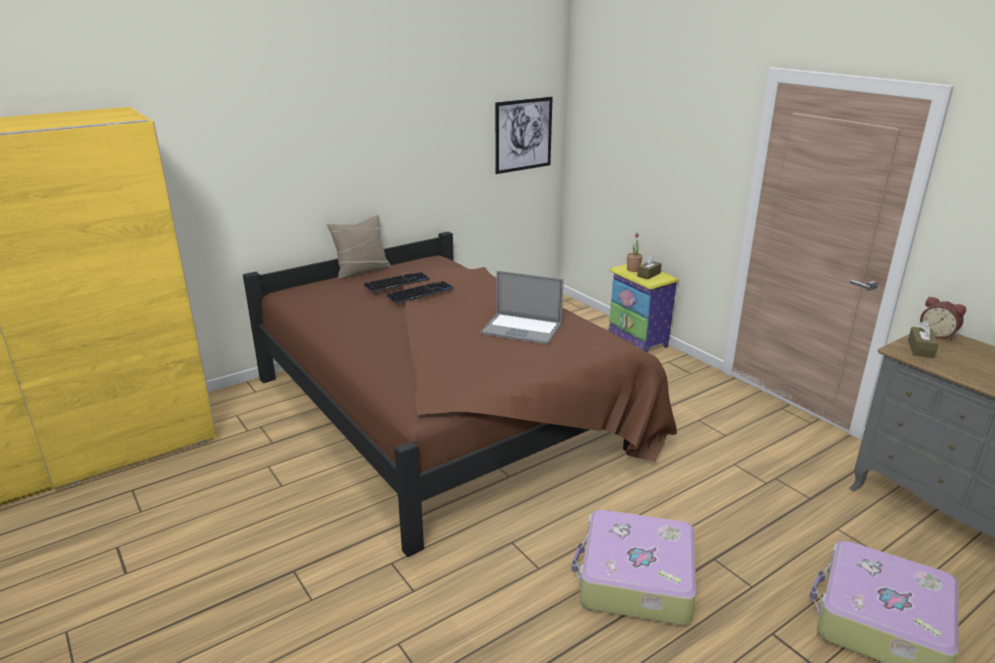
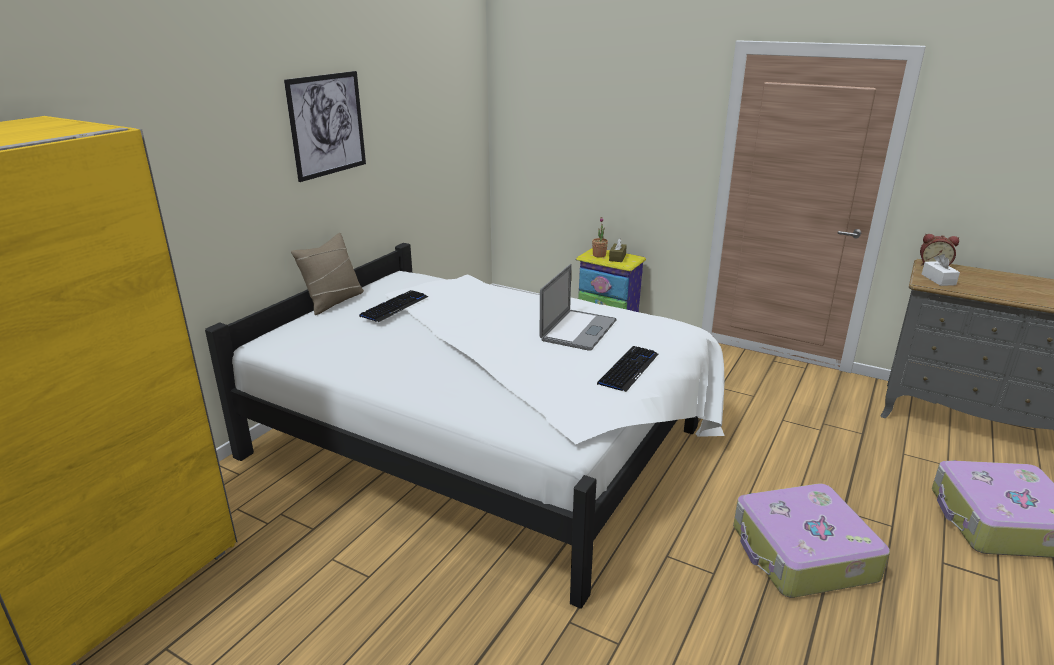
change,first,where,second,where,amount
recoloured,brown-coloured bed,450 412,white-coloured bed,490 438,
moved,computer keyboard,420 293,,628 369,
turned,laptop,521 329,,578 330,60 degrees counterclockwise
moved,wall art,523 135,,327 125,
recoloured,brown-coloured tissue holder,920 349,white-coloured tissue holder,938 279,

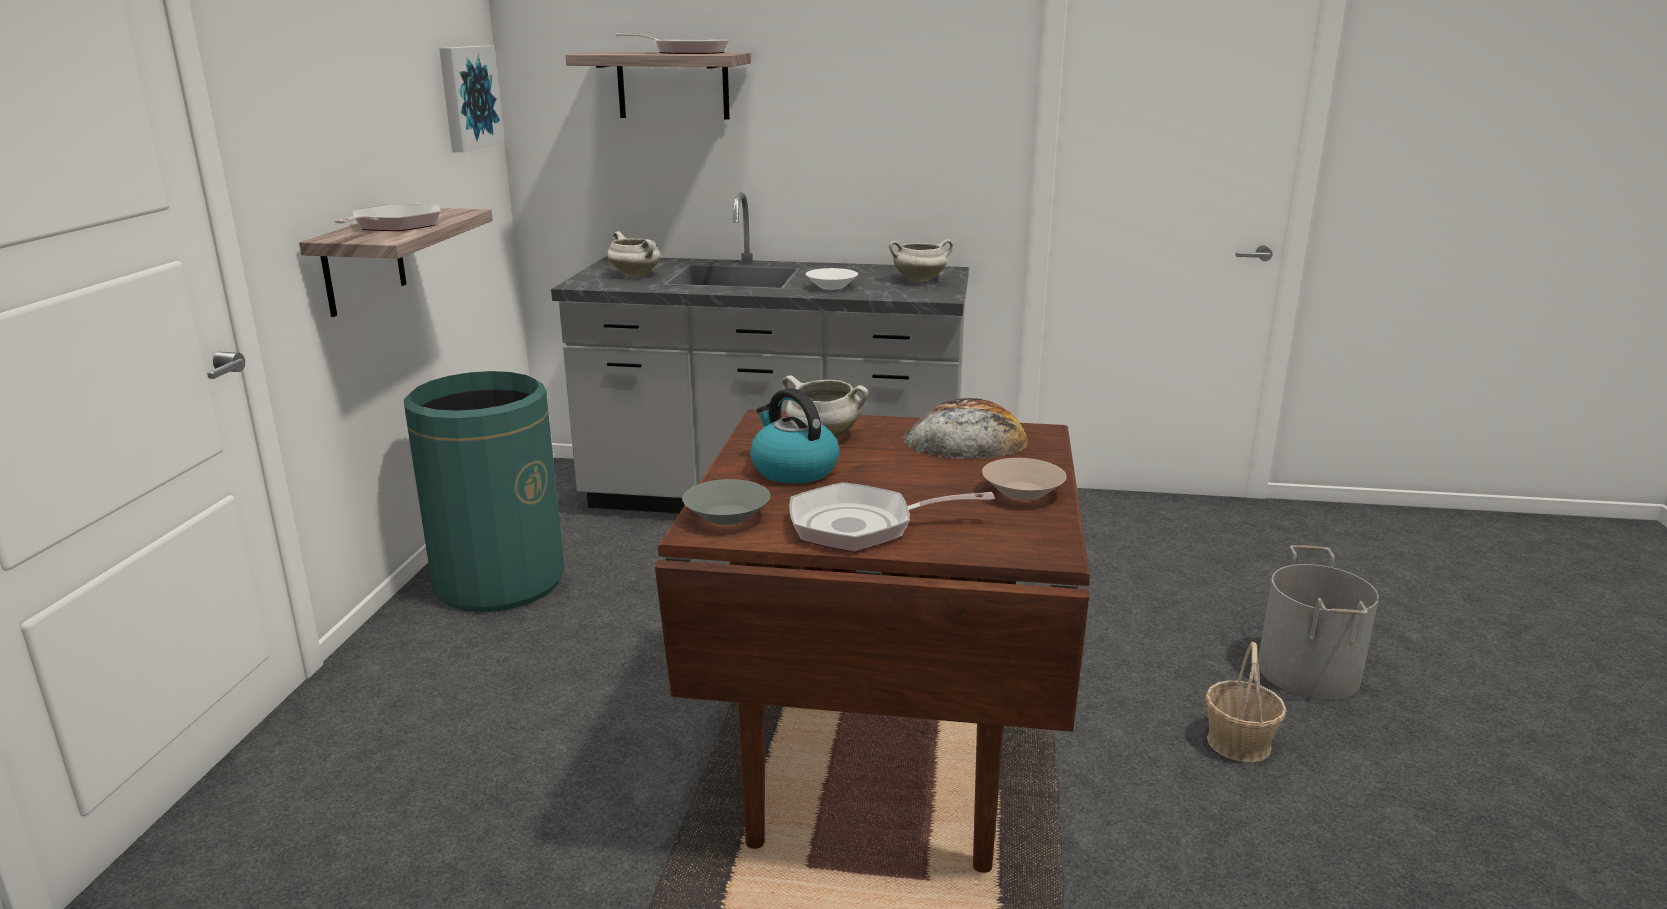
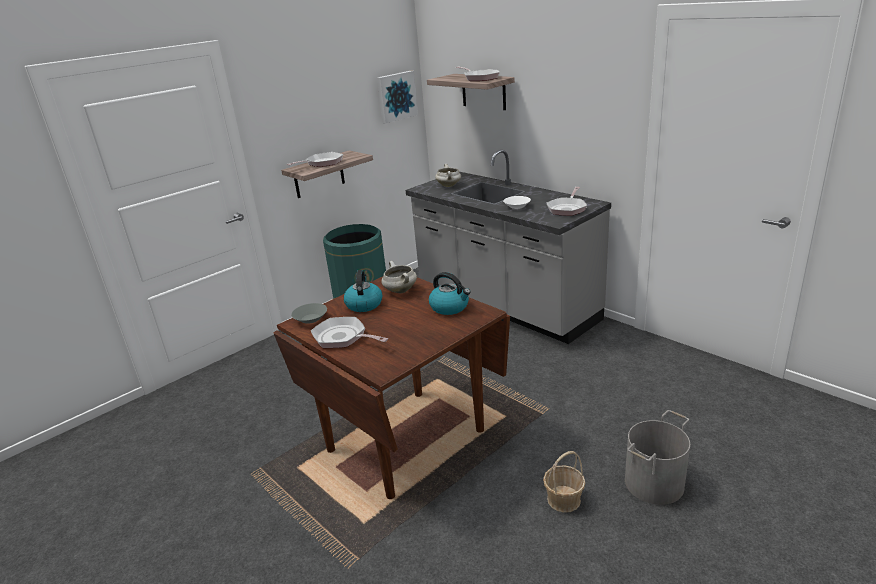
change,first,where,second,where,amount
replaced,white-coloured saucepot,920 280,frying pan,567 208,
replaced,bread,966 438,tea kettle,450 307,
removed,beige deep dish,1021 493,,,

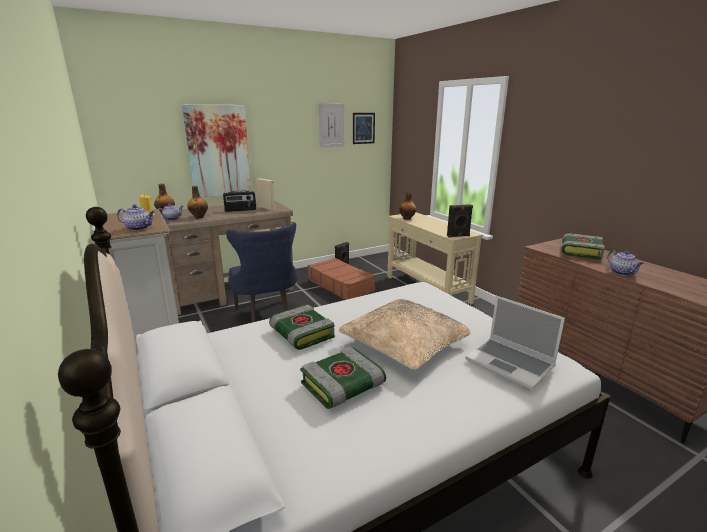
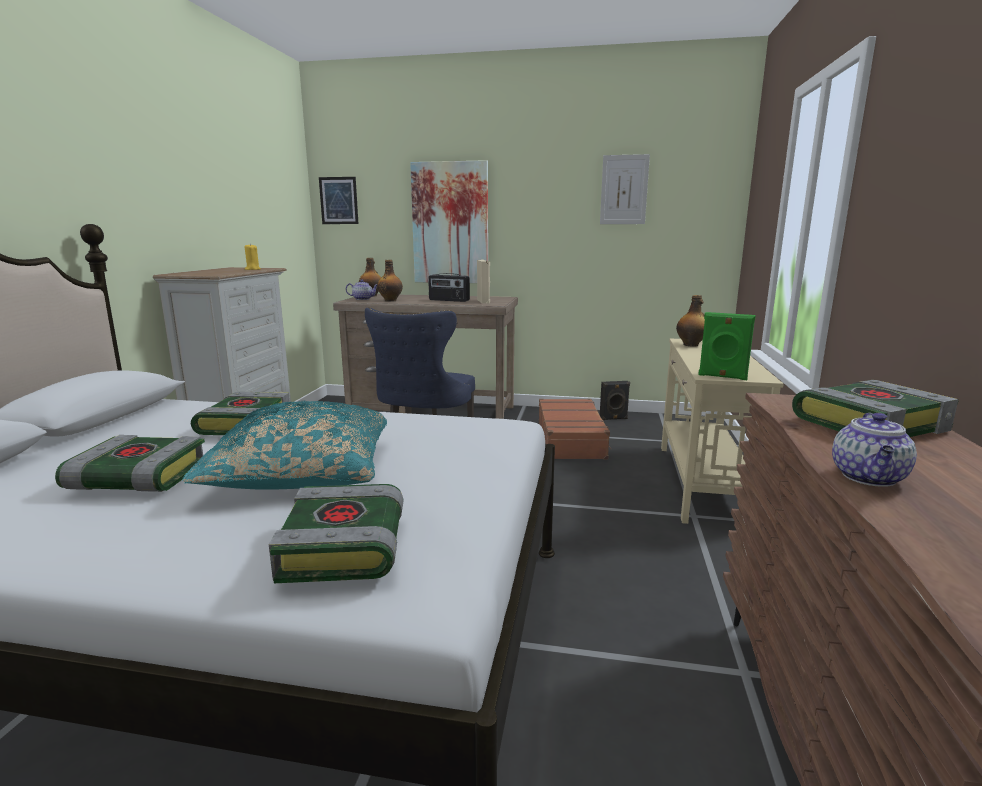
change,first,where,second,where,amount
removed,tea pot,139 228,,,
recoloured,beige cushion,404 344,blue-green cushion,302 470,
moved,wall art,363 128,,338 200,
recoloured,blackish audio speaker,458 236,green-coloured audio speaker,722 376,
replaced,laptop,511 364,book,346 547,

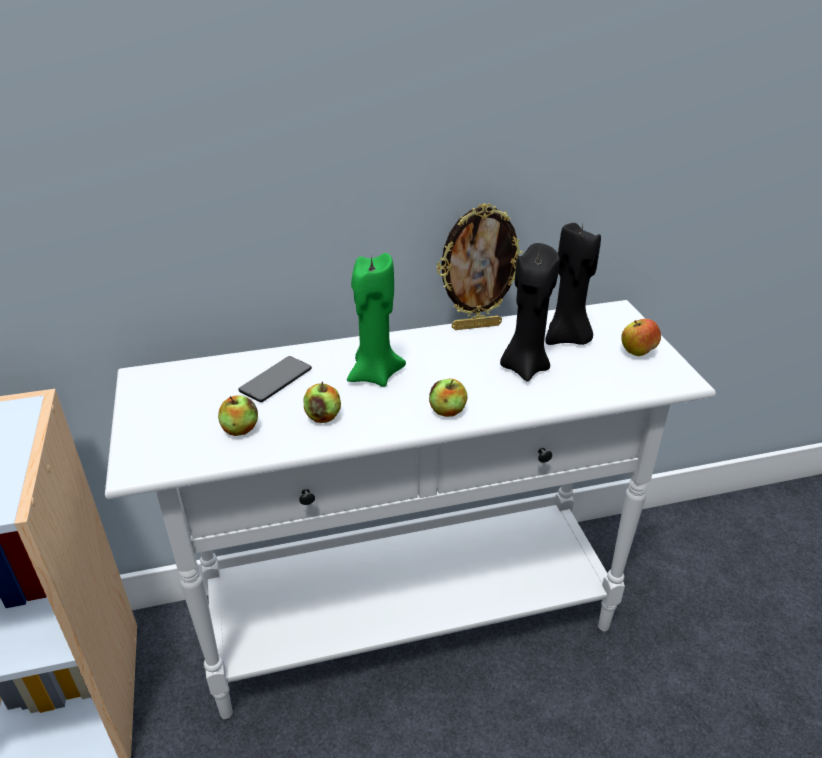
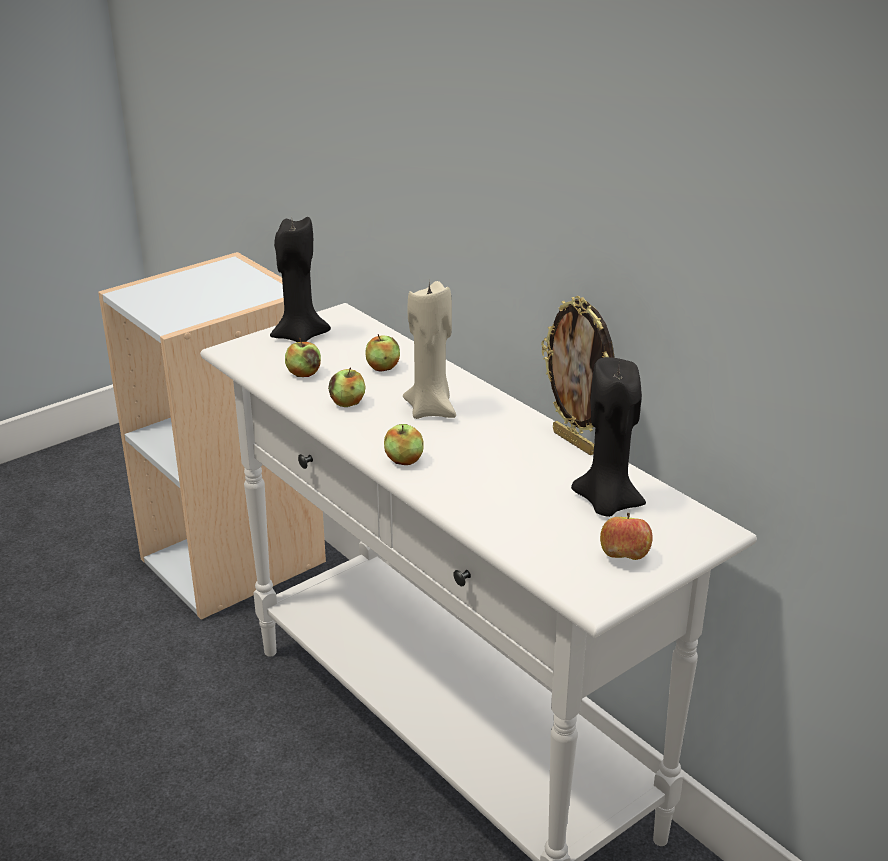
change,first,where,second,where,amount
replaced,phone,276 380,apple,382 367,
recoloured,green-coloured candle,374 375,beige candle,431 409,
moved,blackish candle,524 367,,299 336,

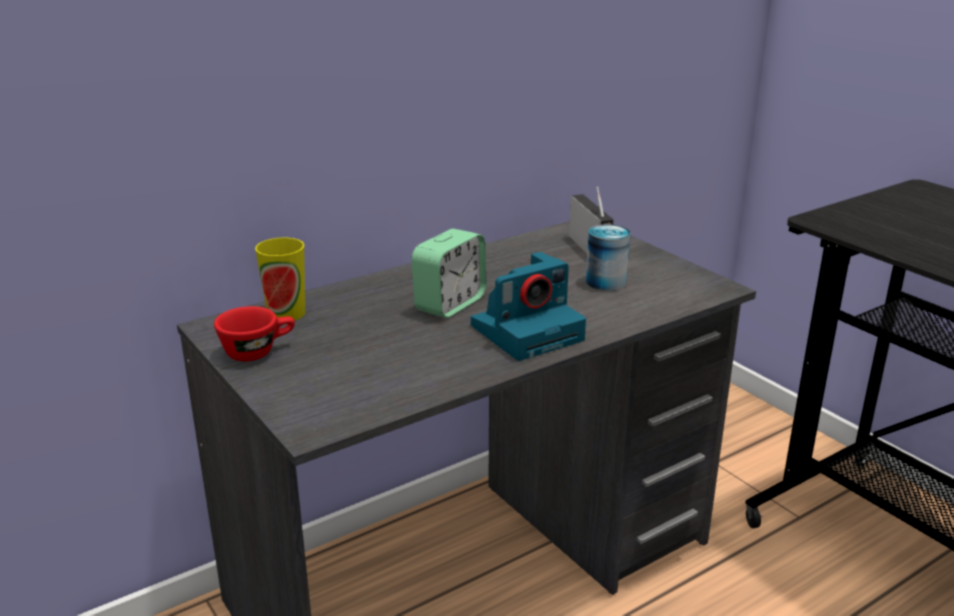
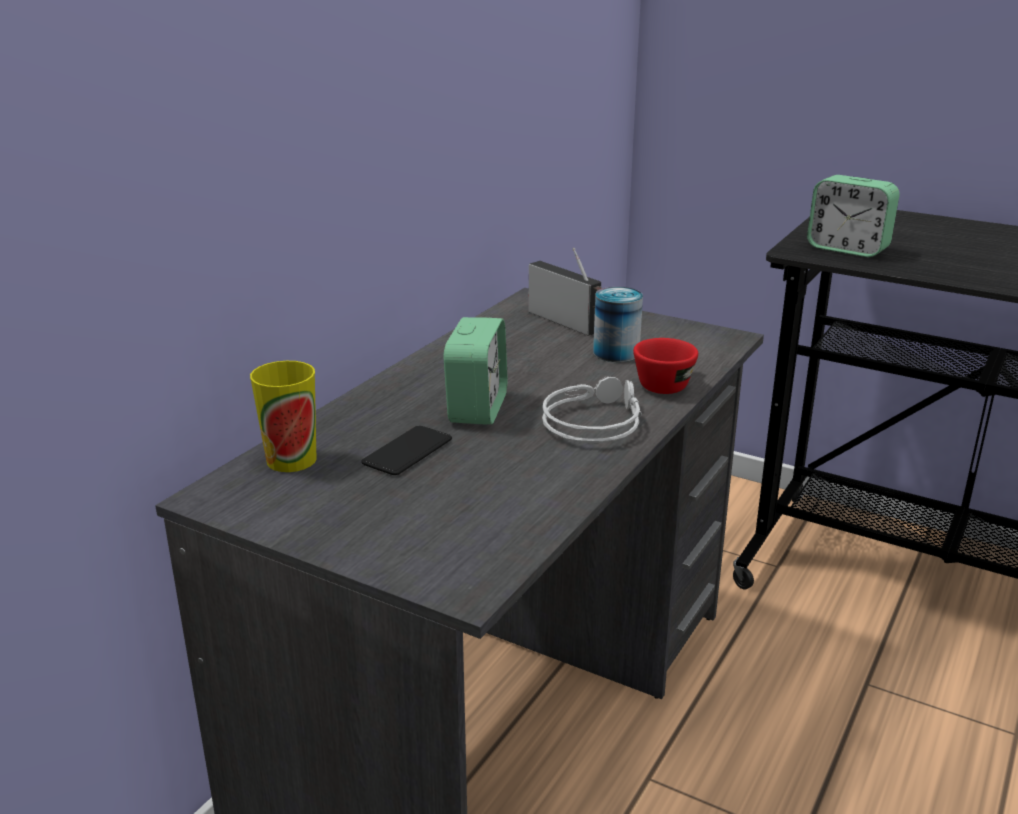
change,first,where,second,where,amount
moved,red small cup,258 351,,667 383,
replaced,photo camera,528 331,greyish headphones,592 420,
added,,,phone,407 452,
added,,,bedside clock,847 249,

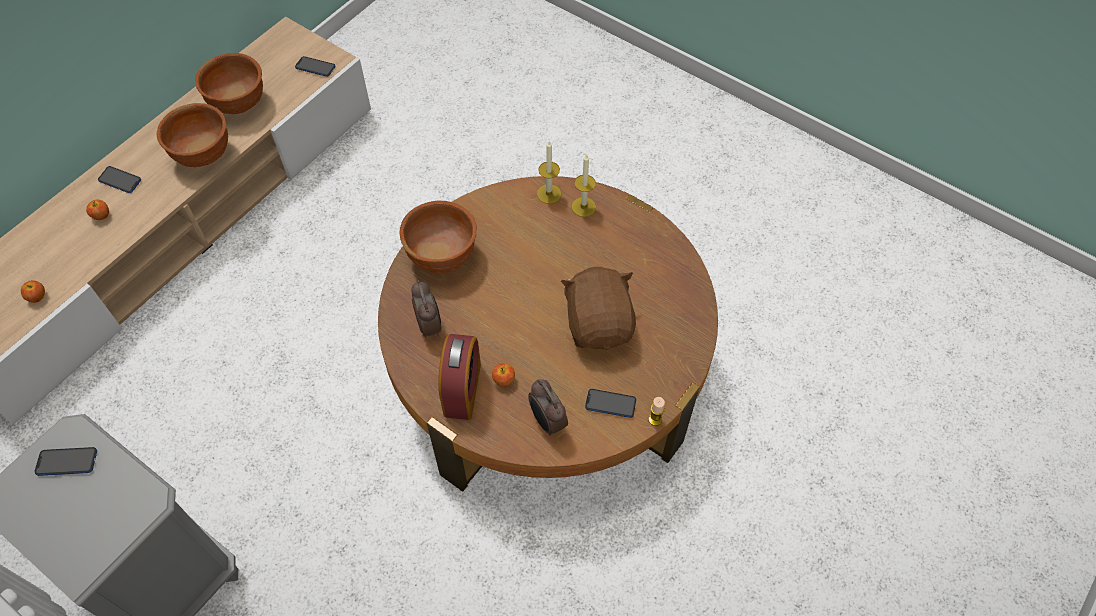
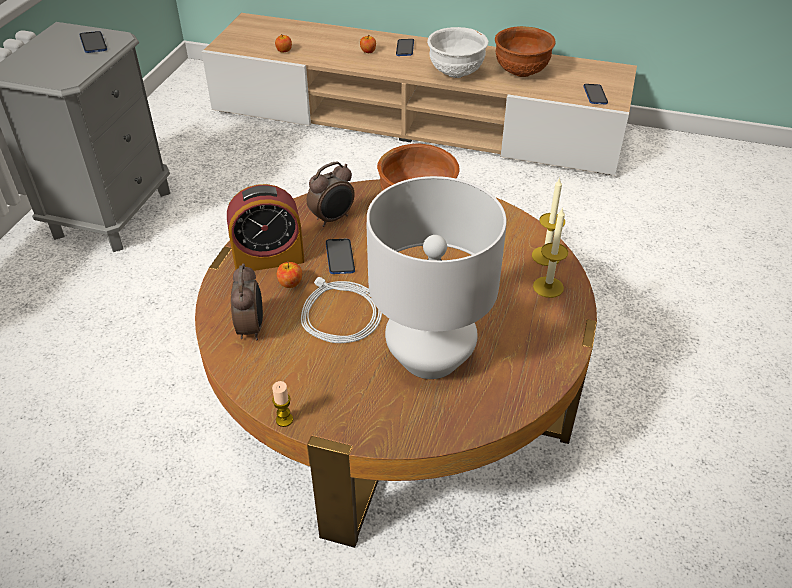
change,first,where,second,where,amount
recoloured,brown-coloured deep dish,203 155,white-coloured deep dish,455 73,
turned,bedside clock,547 421,,251 328,135 degrees clockwise
replaced,brown-coloured plush toy,599 324,greyish tabletop lamp,394 339,
moved,phone,610 404,,340 257,

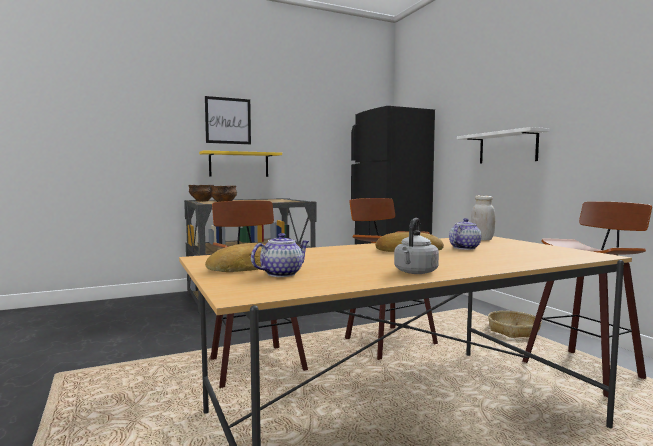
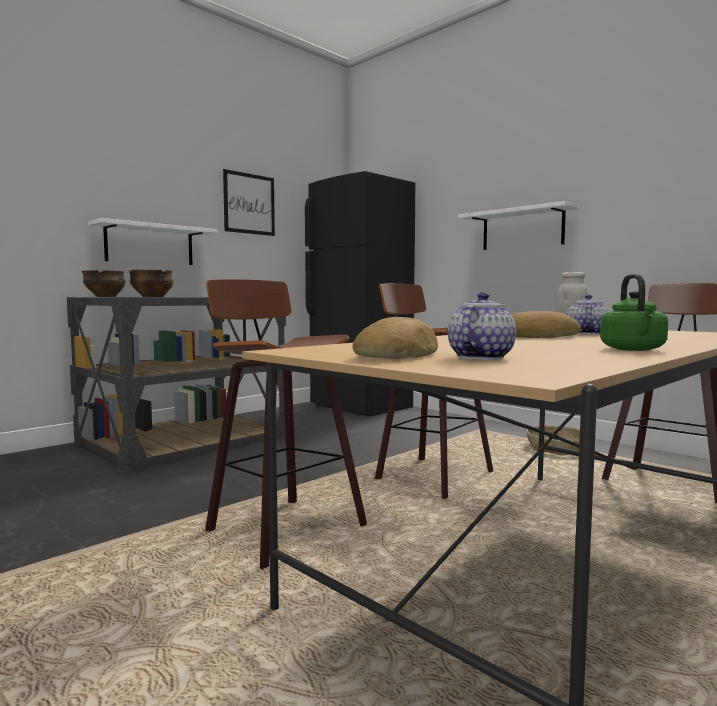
change,first,where,second,where,amount
recoloured,yellowish shelf,239 164,white-coloured shelf,150 245,
moved,wall art,228 120,,249 204,
recoloured,greyish tea kettle,415 272,green-coloured tea kettle,634 350,

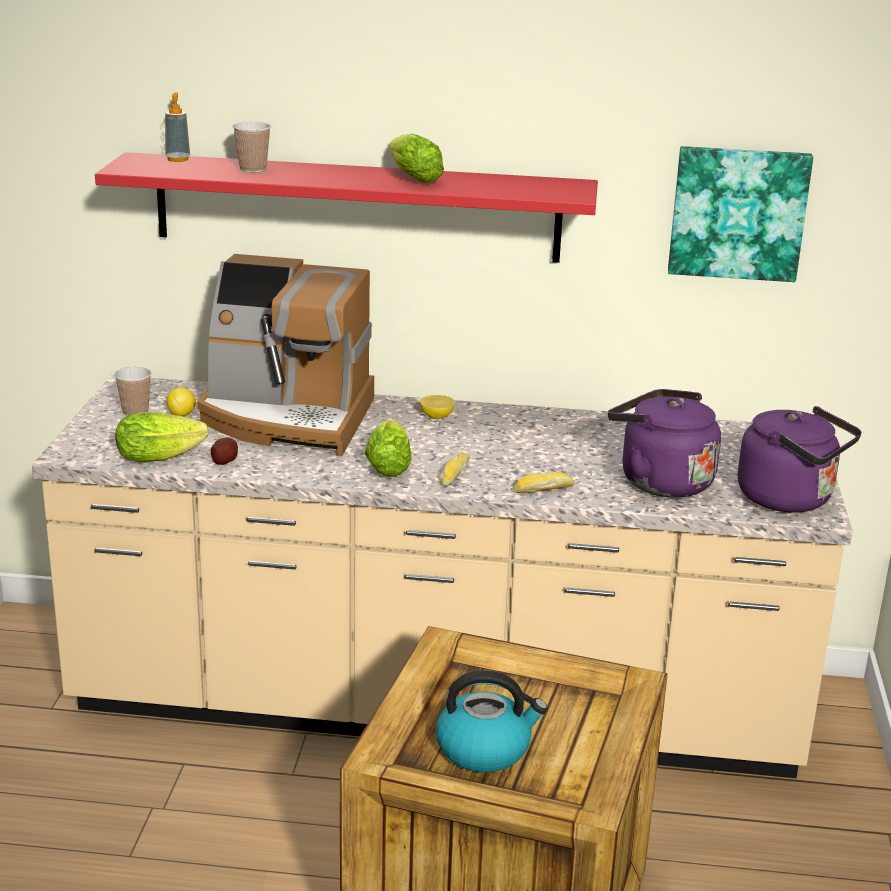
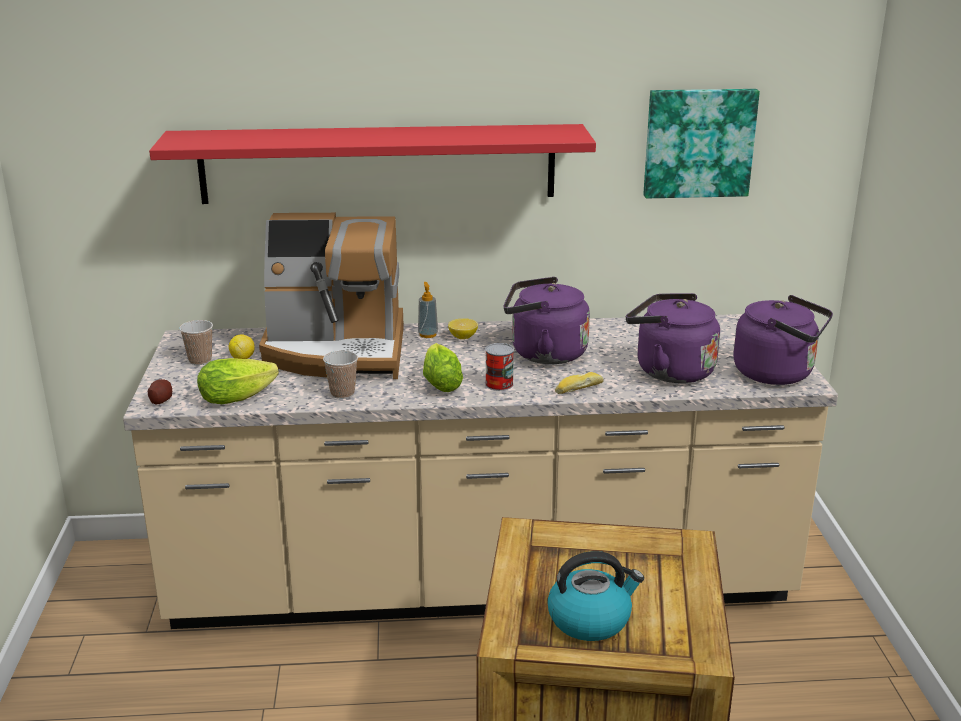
change,first,where,second,where,amount
moved,soap dispenser,178 159,,428 334,
moved,spud,224 460,,161 400,
moved,small cup,253 169,,342 393,
removed,head of lettuce,411 177,,,
replaced,bread,453 475,metal can,499 384,
added,,,purple-coloured tea kettle,543 354,

